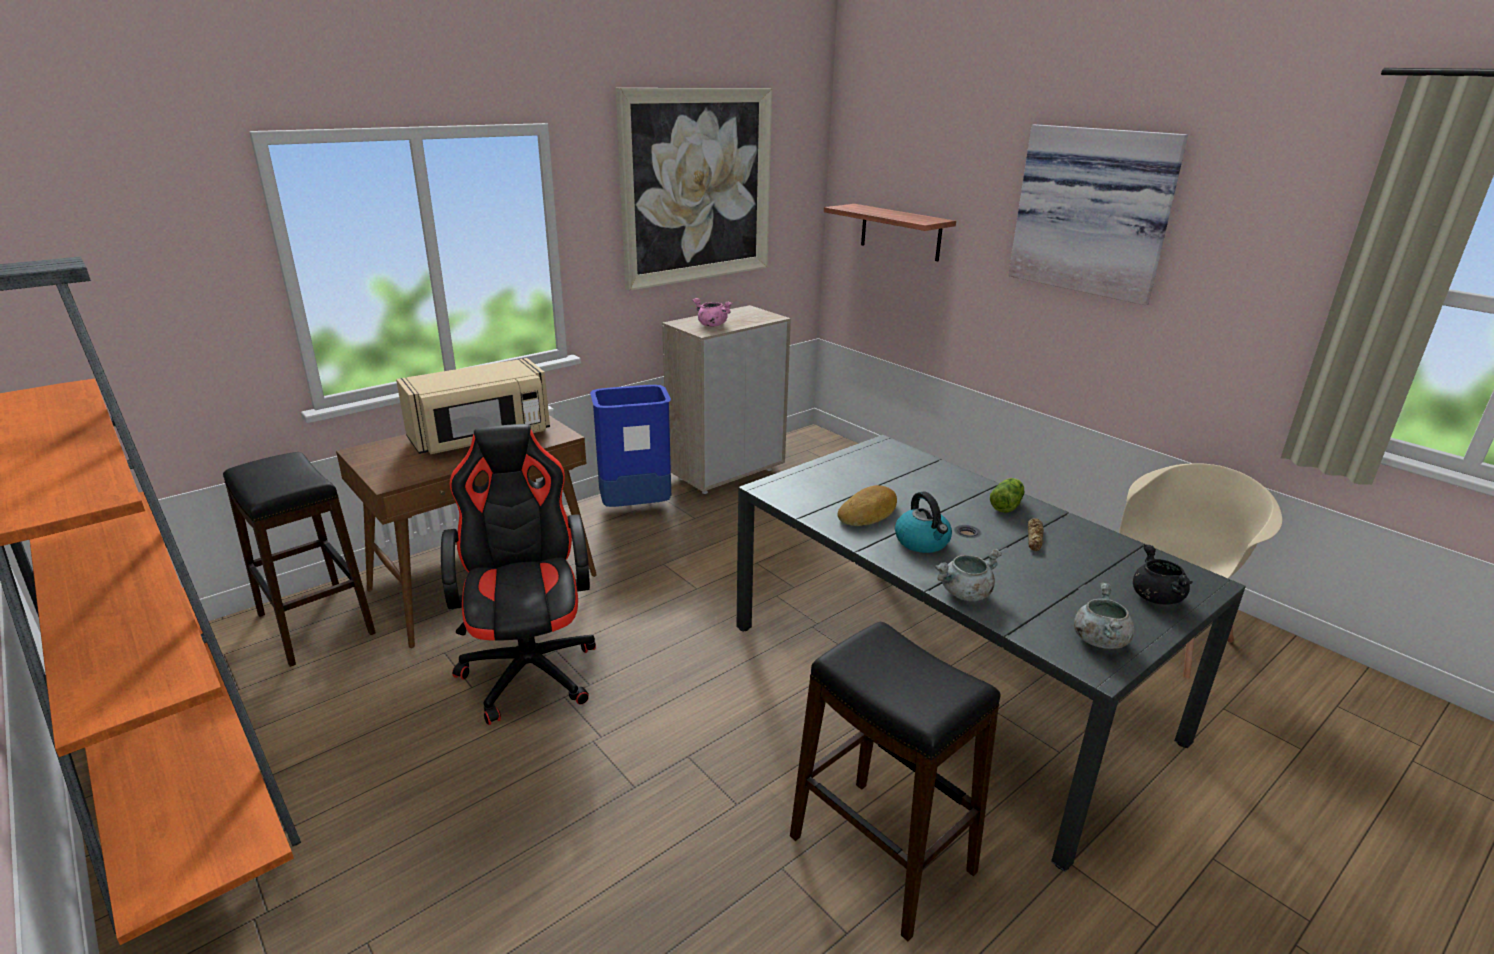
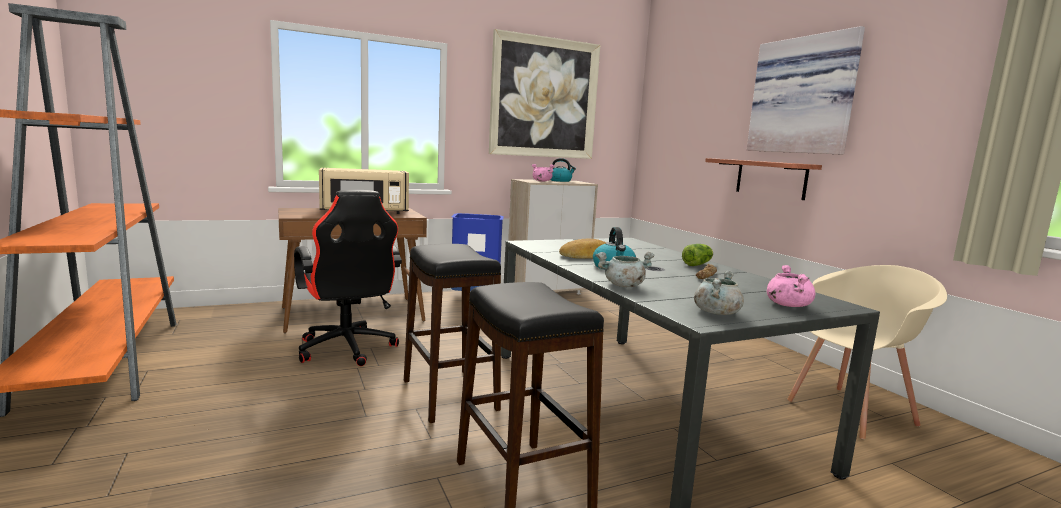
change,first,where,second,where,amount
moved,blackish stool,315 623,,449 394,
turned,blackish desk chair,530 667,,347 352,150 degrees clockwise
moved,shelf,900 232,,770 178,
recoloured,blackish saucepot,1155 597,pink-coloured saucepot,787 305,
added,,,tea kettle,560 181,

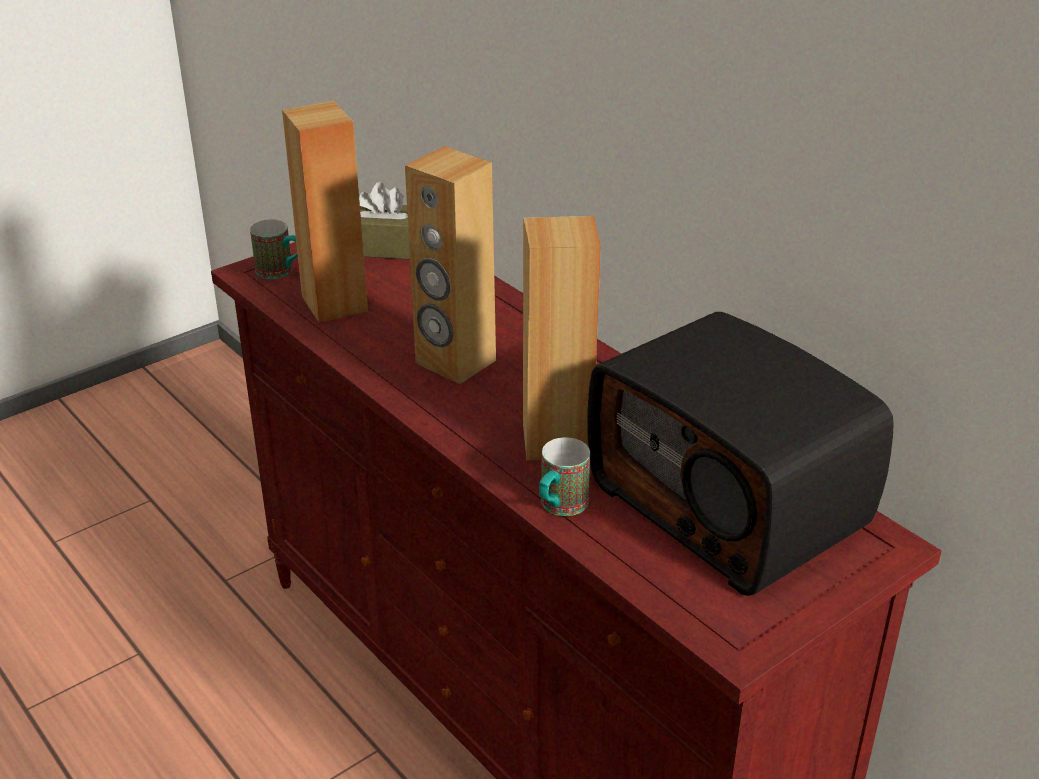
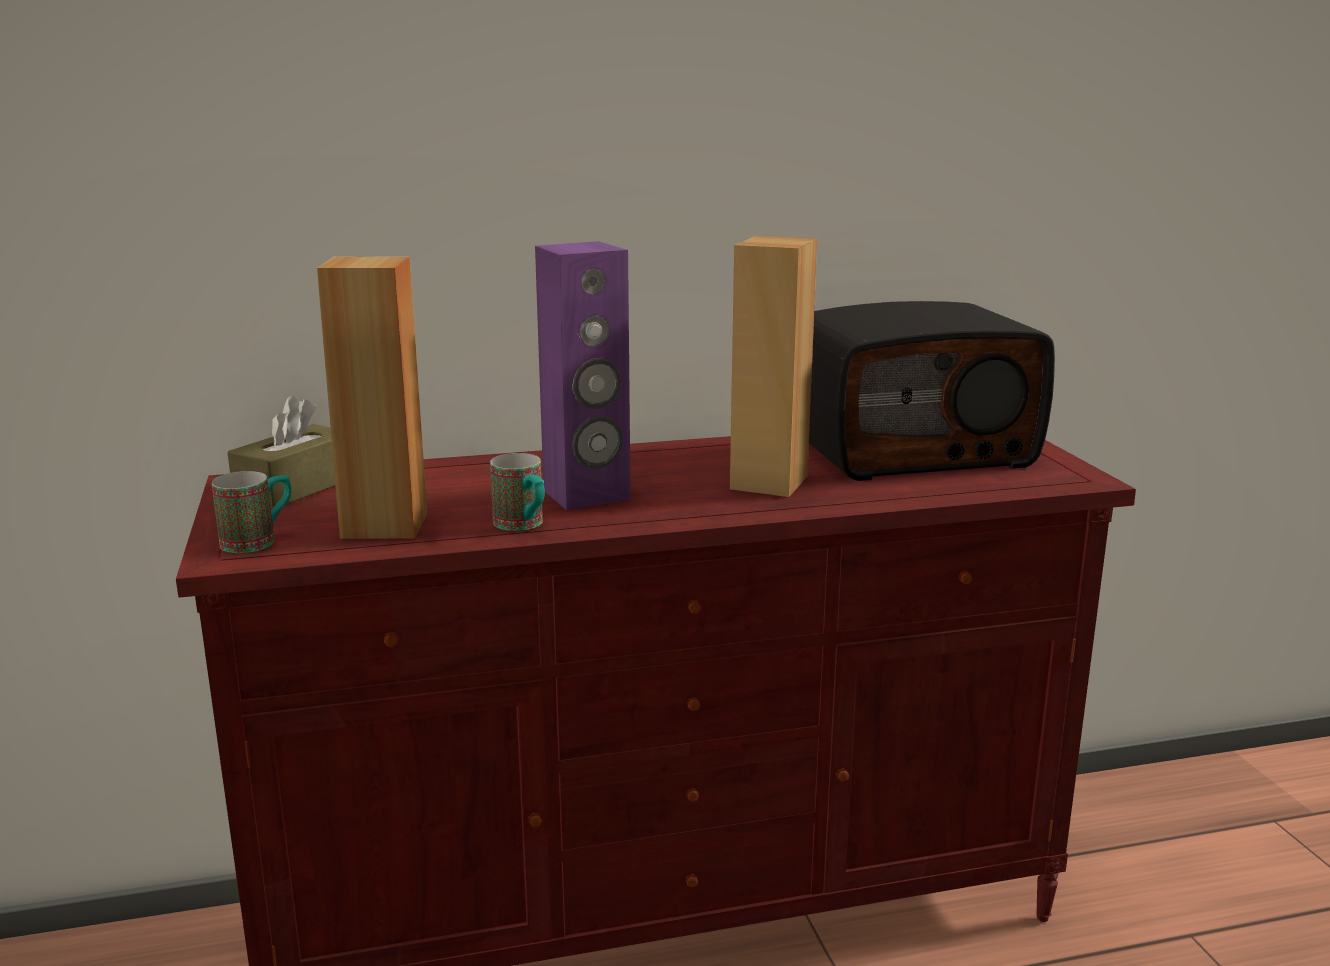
change,first,where,second,where,amount
recoloured,brown-coloured audio speaker,455 362,purple-coloured audio speaker,587 495,
moved,coffee mug,559 507,,523 526,

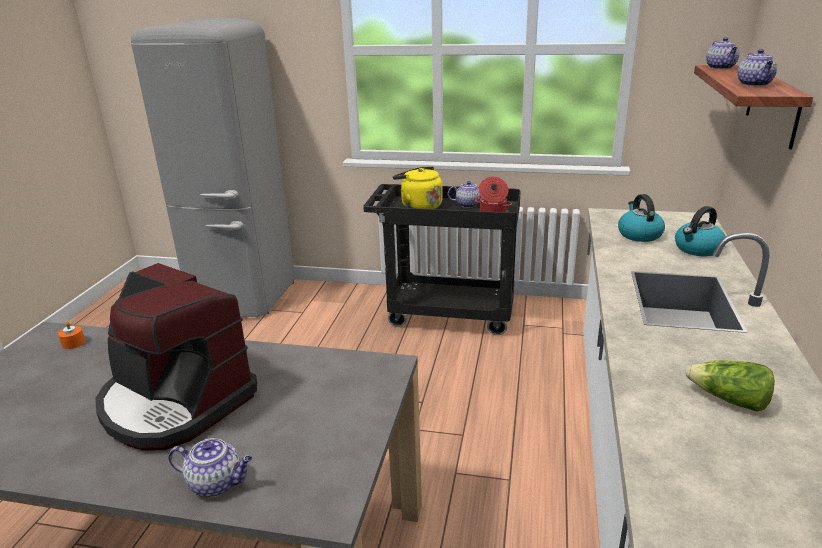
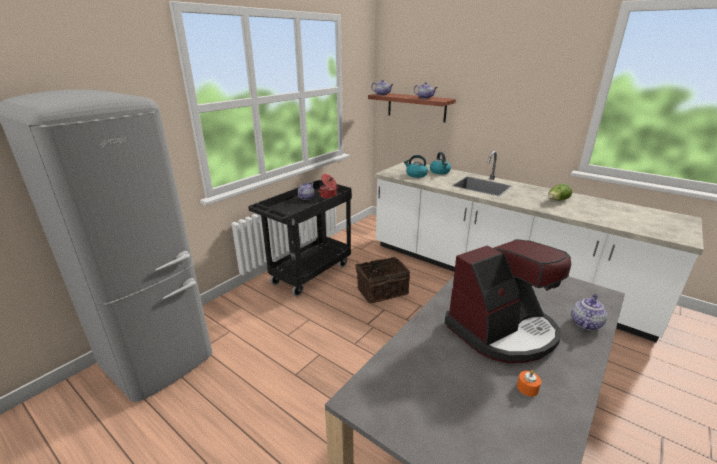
change,first,where,second,where,amount
moved,orangey candle,73 343,,527 388,
removed,yellowish tea kettle,419 206,,,
added,,,storage basket,381 290,

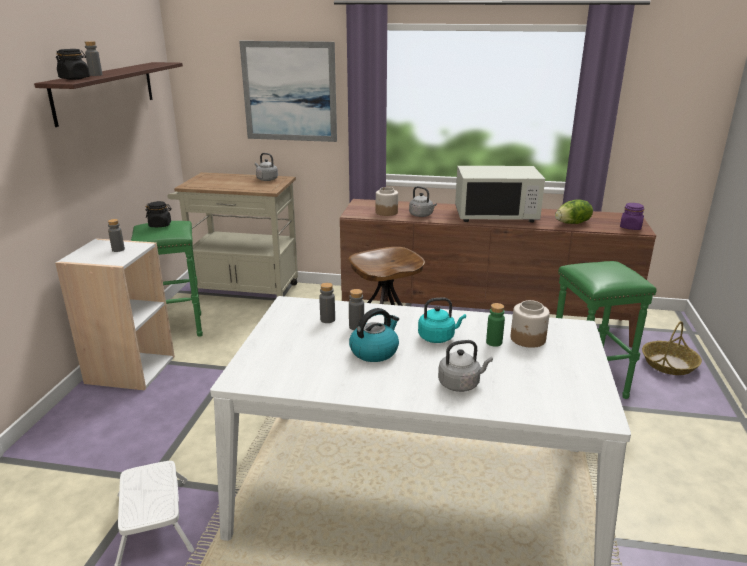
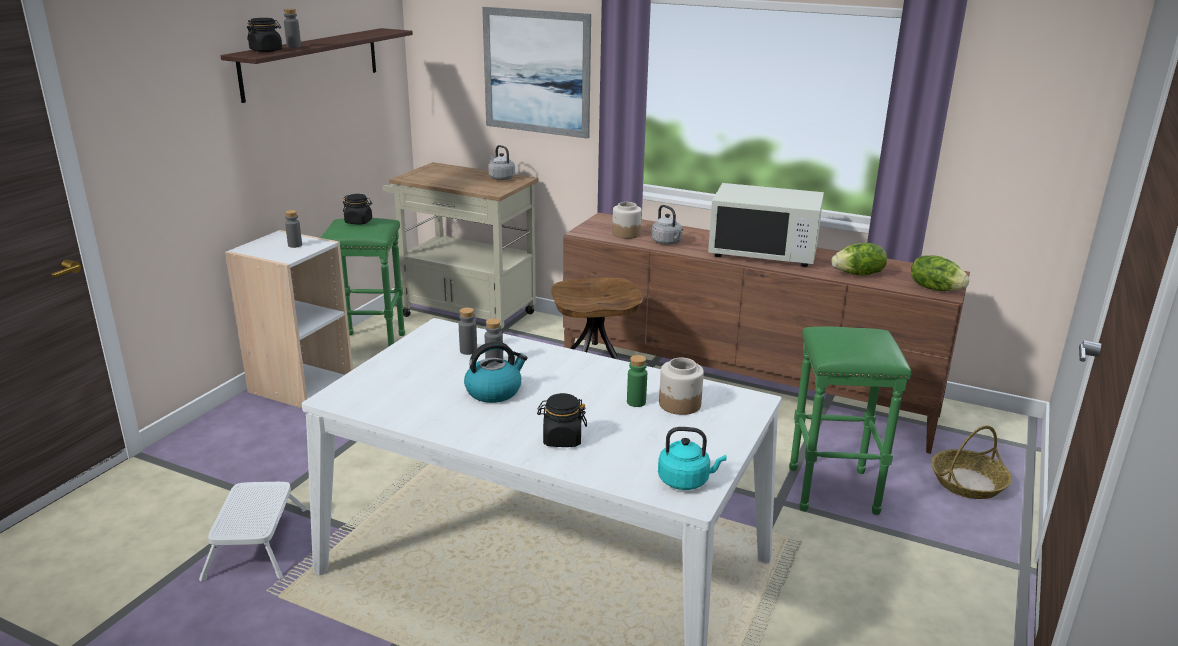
change,first,where,second,where,amount
moved,blue-green tea kettle,438 337,,686 481,
replaced,greyish tea kettle,461 384,blackish preserve jar,562 439,
replaced,purple-coloured preserve jar,630 227,head of lettuce,935 288,

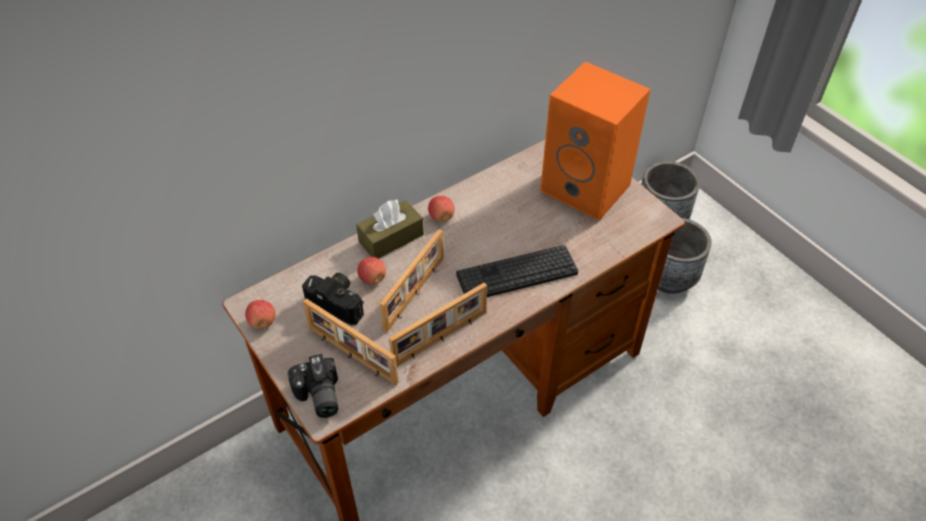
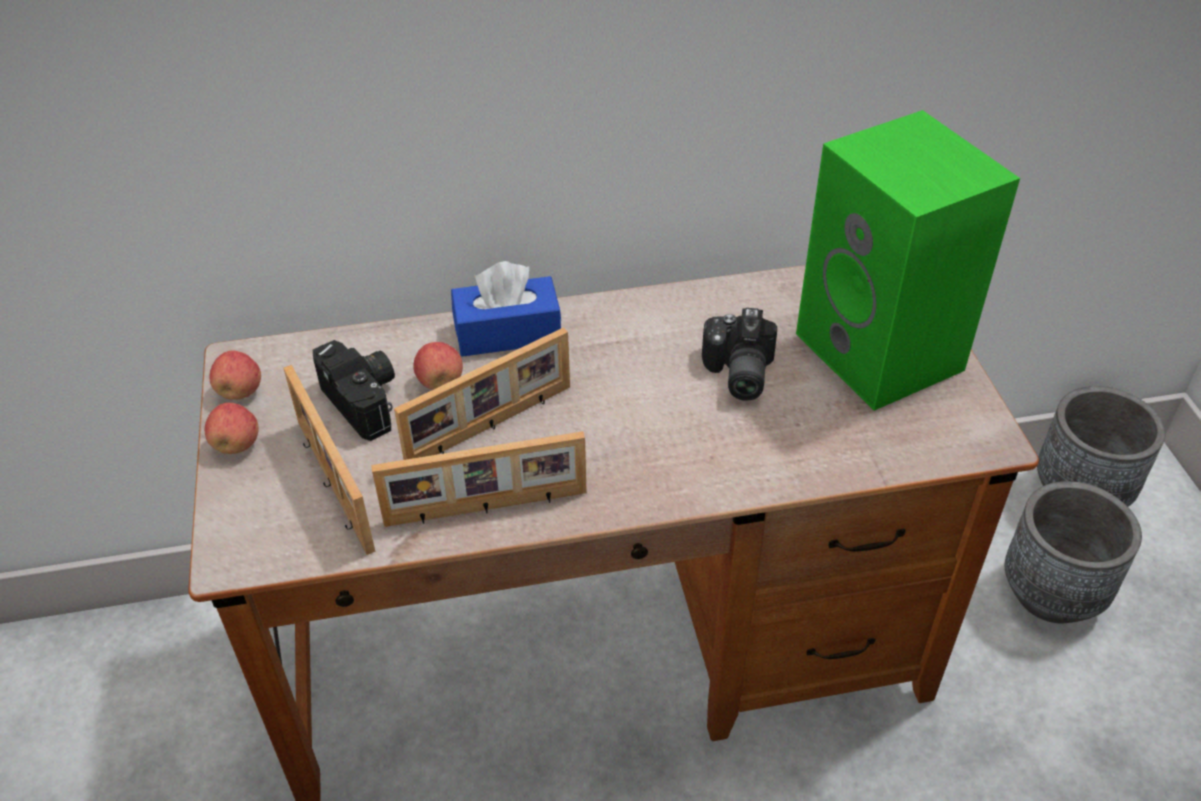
change,first,where,second,where,amount
moved,photo camera,317 397,,736 373,
recoloured,brown-coloured tissue holder,391 238,blue tissue holder,507 332,
moved,apple,441 217,,237 444,
removed,computer keyboard,517 274,,,
recoloured,orangey audio speaker,588 188,green-coloured audio speaker,884 353,

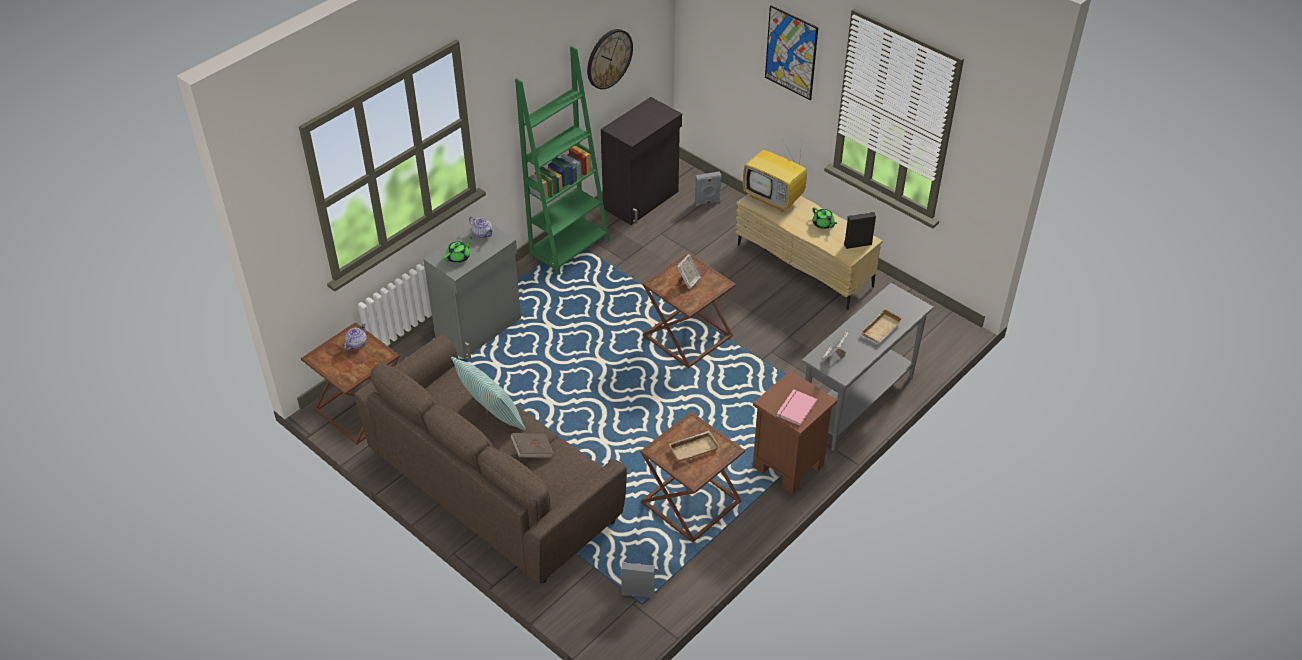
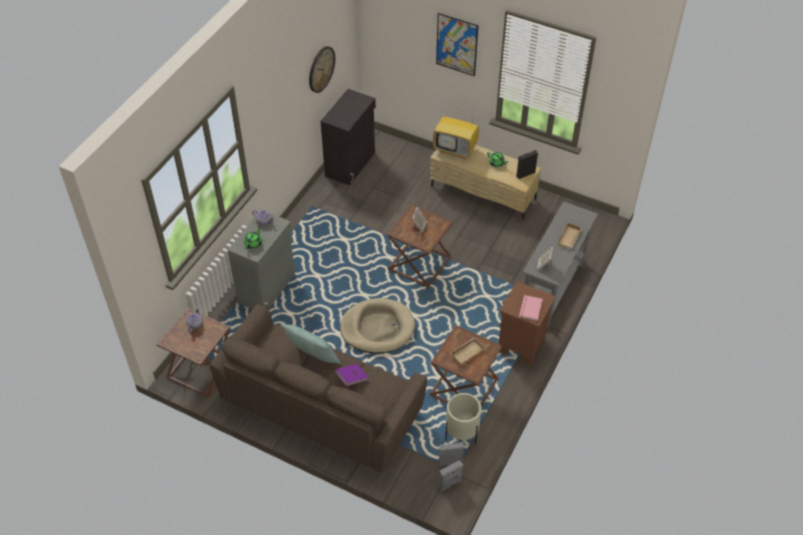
change,first,where,second,where,amount
recoloured,brown-coloured book,532 451,purple-coloured book,351 378,
removed,green-coloured shelving unit,569 248,,,
moved,greyish audio speaker,707 202,,450 484,
added,,,beige dog bed,377 328,
added,,,beige planter,461 434,

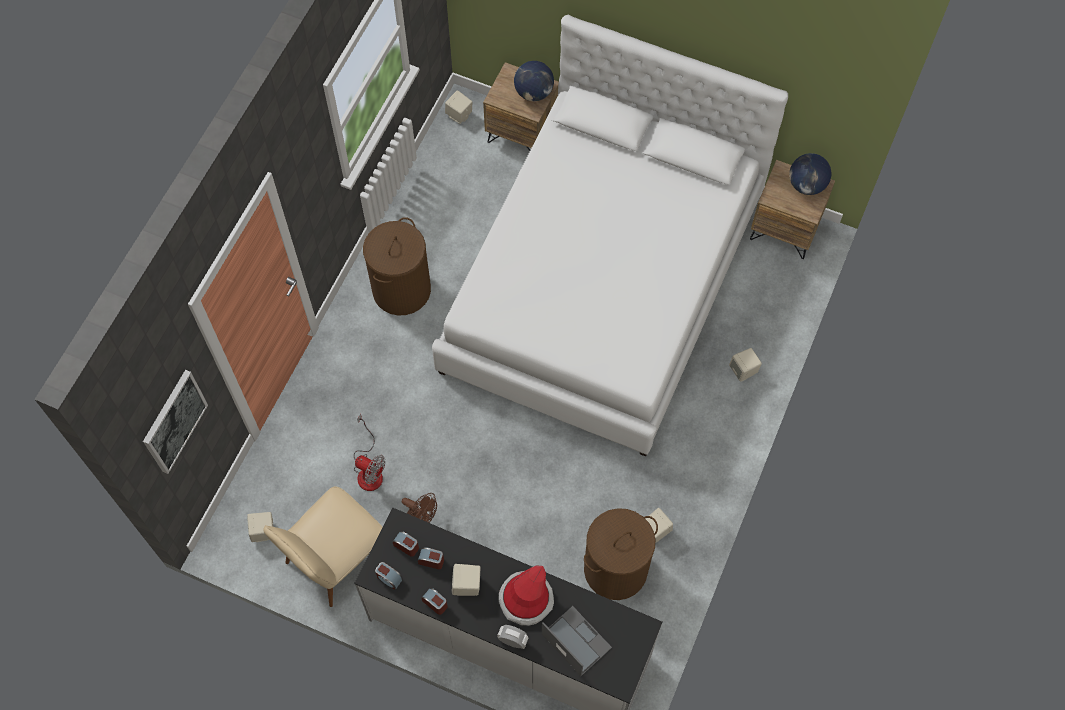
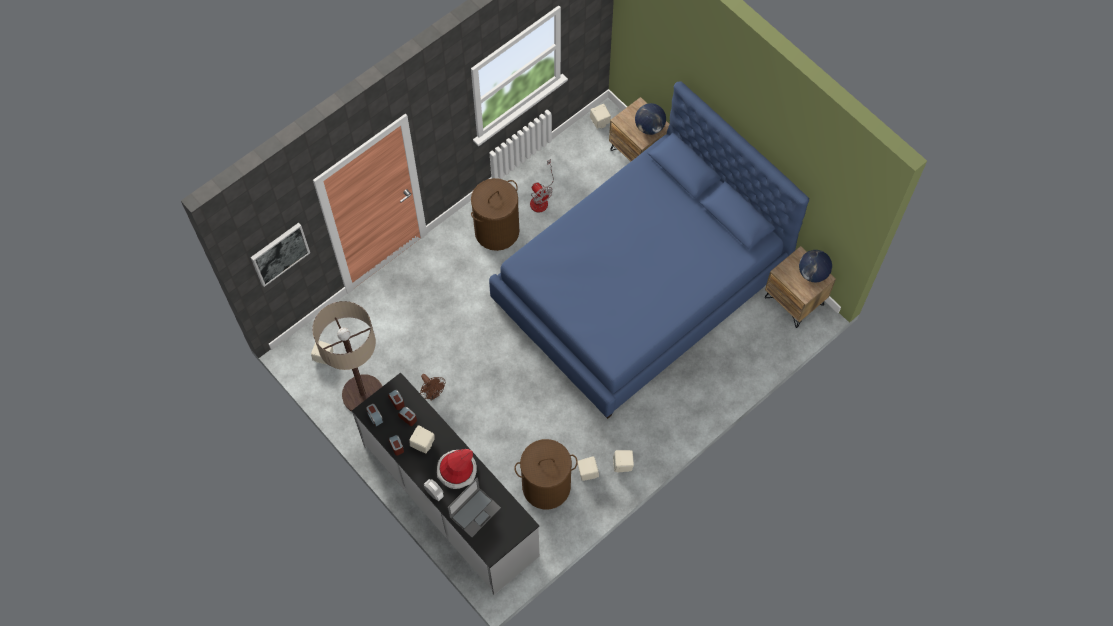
change,first,where,second,where,amount
replaced,beige chair,336 557,floor lamp,363 394,
moved,fan,369 470,,541 198,
recoloured,white-coloured bed,603 283,blue bed,641 285,
turned,laptop,575 640,,475 511,60 degrees clockwise
moved,beige audio speaker,743 371,,623 465,

